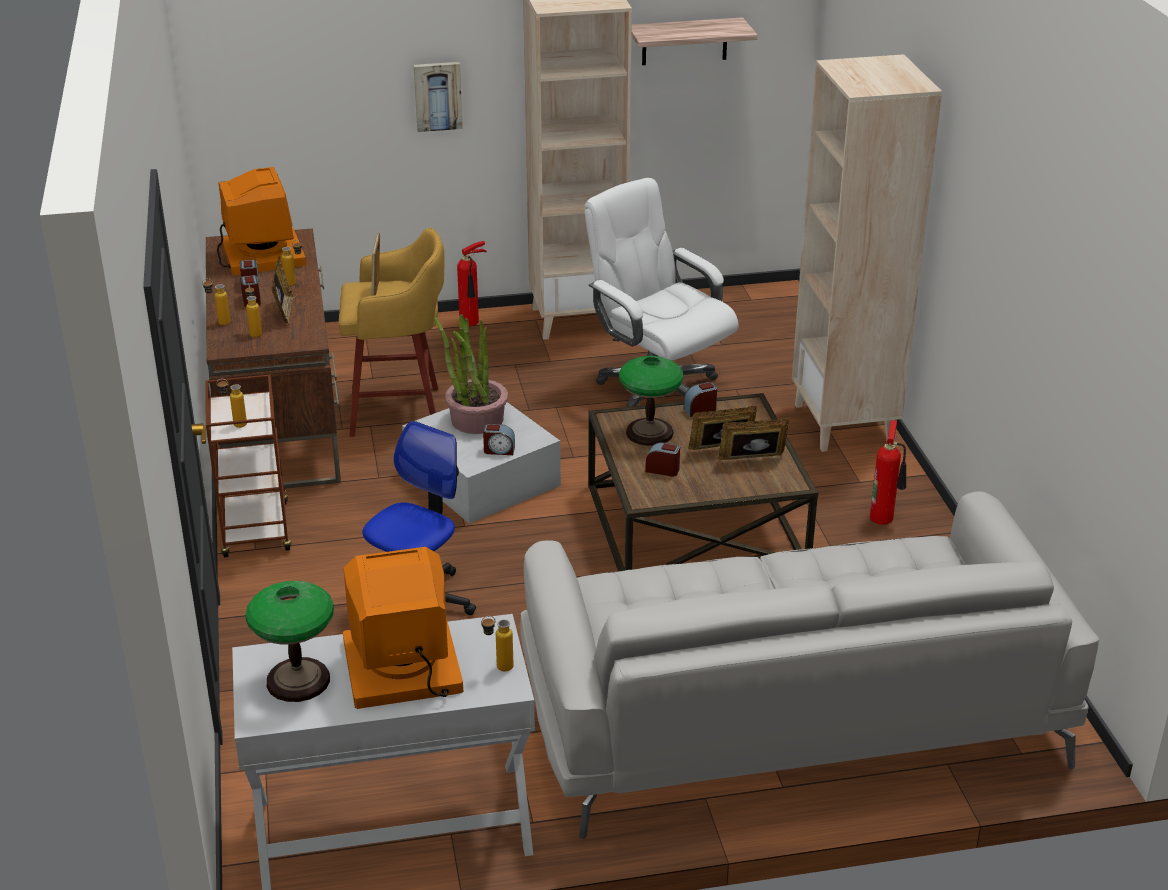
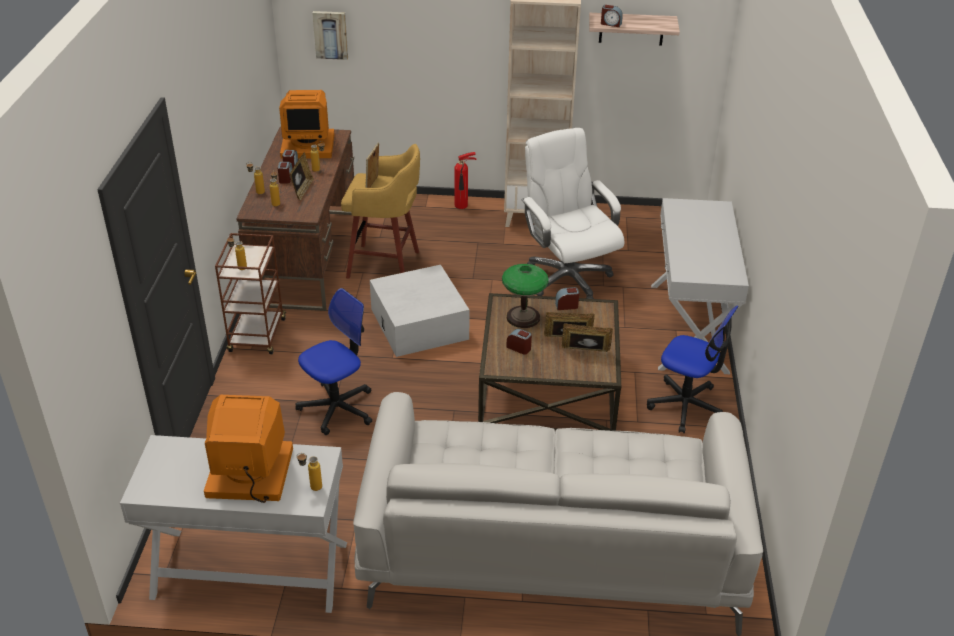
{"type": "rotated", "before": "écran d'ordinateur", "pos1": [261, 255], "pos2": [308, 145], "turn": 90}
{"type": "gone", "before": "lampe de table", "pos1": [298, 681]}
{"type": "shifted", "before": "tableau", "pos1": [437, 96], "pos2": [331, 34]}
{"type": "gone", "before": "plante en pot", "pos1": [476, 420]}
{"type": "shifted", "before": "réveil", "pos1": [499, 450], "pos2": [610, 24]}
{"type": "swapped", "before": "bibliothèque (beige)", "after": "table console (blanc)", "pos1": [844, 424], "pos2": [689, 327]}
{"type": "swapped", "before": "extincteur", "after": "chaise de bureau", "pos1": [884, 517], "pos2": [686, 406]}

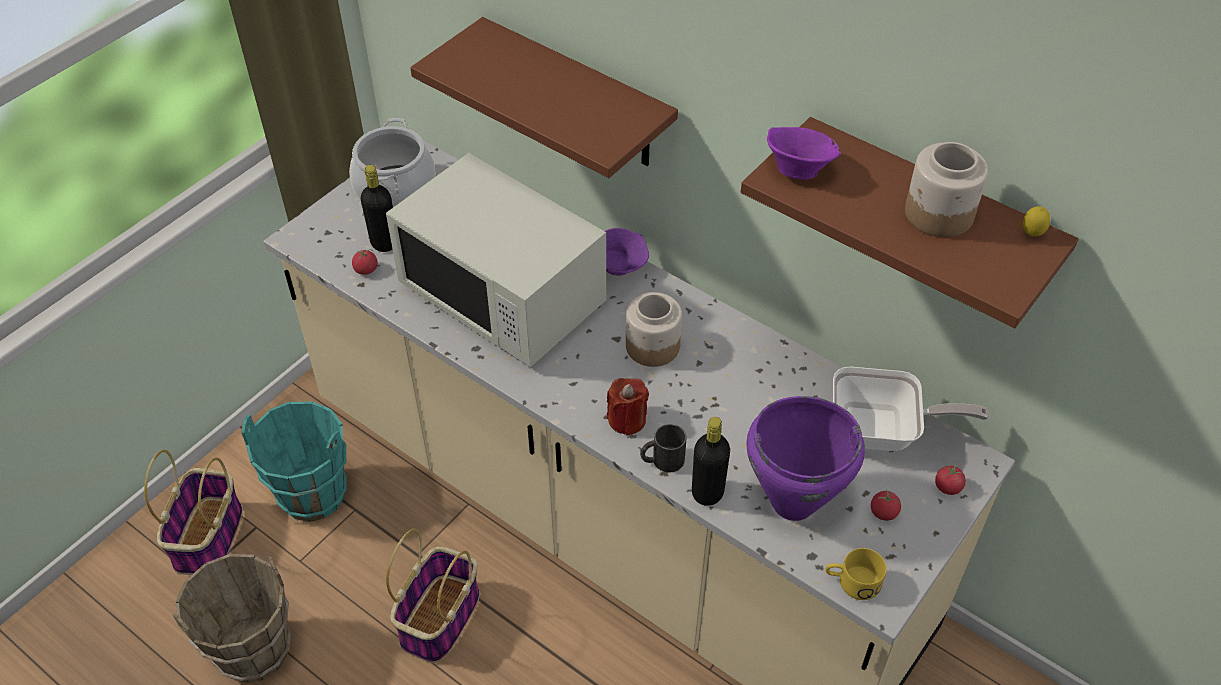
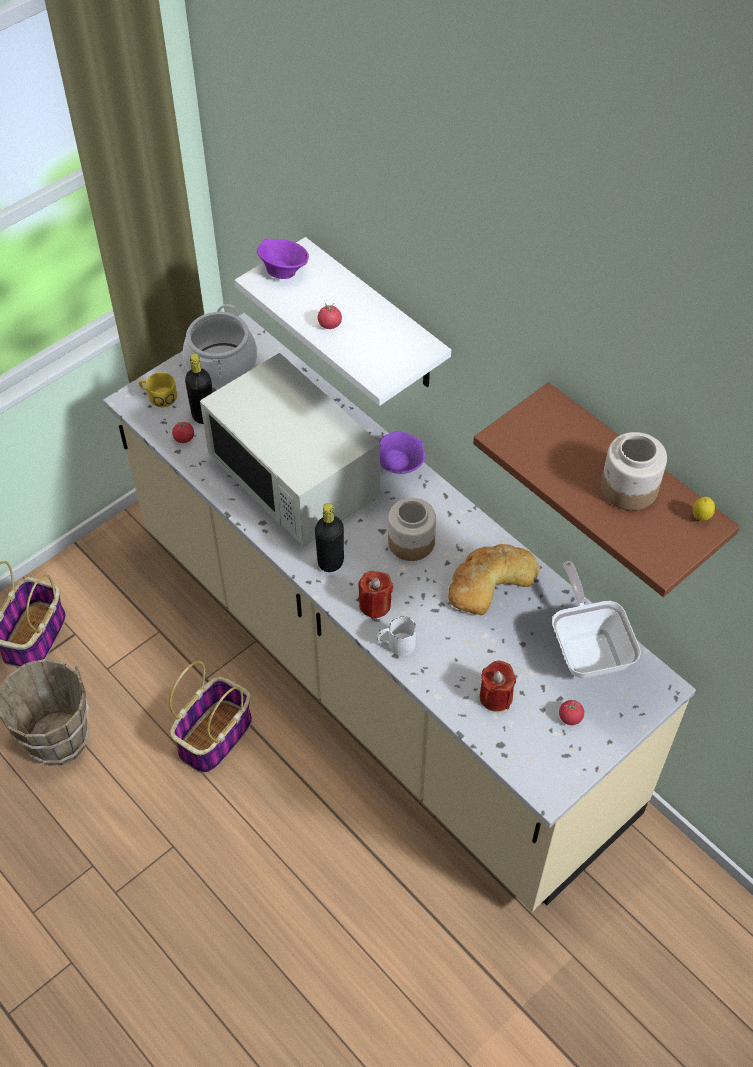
{"type": "gone", "before": "seau (turquoise)", "pos1": [313, 494]}
{"type": "repainted", "before": "étagère (marron)", "after": "étagère (blanc)", "pos1": [577, 95], "pos2": [376, 318]}
{"type": "repainted", "before": "mug (noir)", "after": "mug (blanc)", "pos1": [662, 460], "pos2": [396, 644]}
{"type": "shifted", "before": "bouteille (noir)", "pos1": [707, 492], "pos2": [330, 562]}
{"type": "swapped", "before": "marmite (violet)", "after": "bougie (rouge)", "pos1": [792, 502], "pos2": [496, 697]}
{"type": "shifted", "before": "bol (violet)", "pos1": [797, 170], "pos2": [283, 271]}
{"type": "shifted", "before": "mug (jaune)", "pos1": [852, 582], "pos2": [158, 396]}
{"type": "rotated", "before": "poêle", "pos1": [882, 432], "pos2": [588, 647], "turn": -120}
{"type": "shifted", "before": "tomate", "pos1": [947, 487], "pos2": [330, 324]}
{"type": "new", "after": "pain", "pos2": [489, 581]}

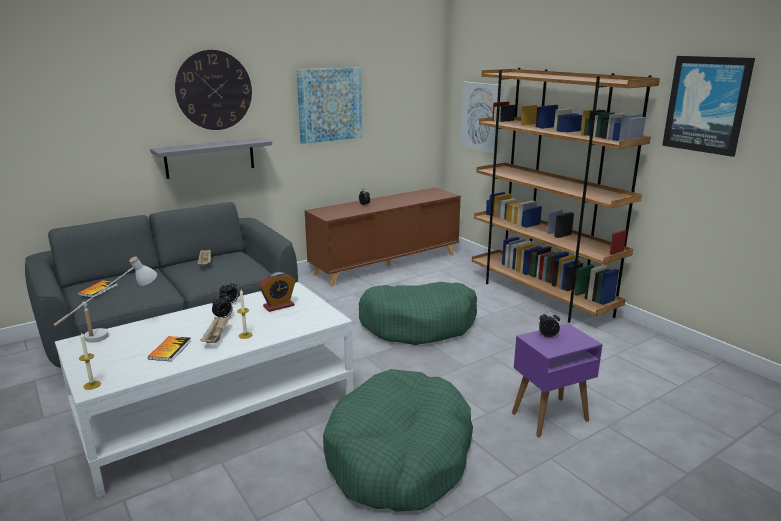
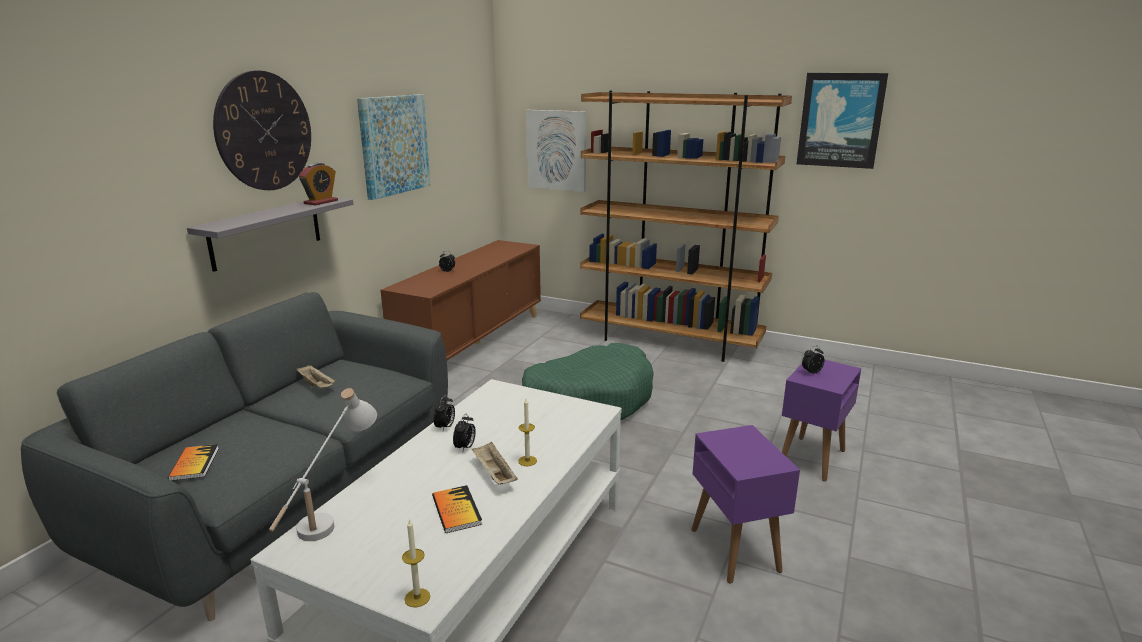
{"type": "shifted", "before": "réveil", "pos1": [278, 306], "pos2": [321, 202]}
{"type": "swapped", "before": "panier pour chien (vert)", "after": "table d'appoint (violet)", "pos1": [399, 456], "pos2": [734, 549]}

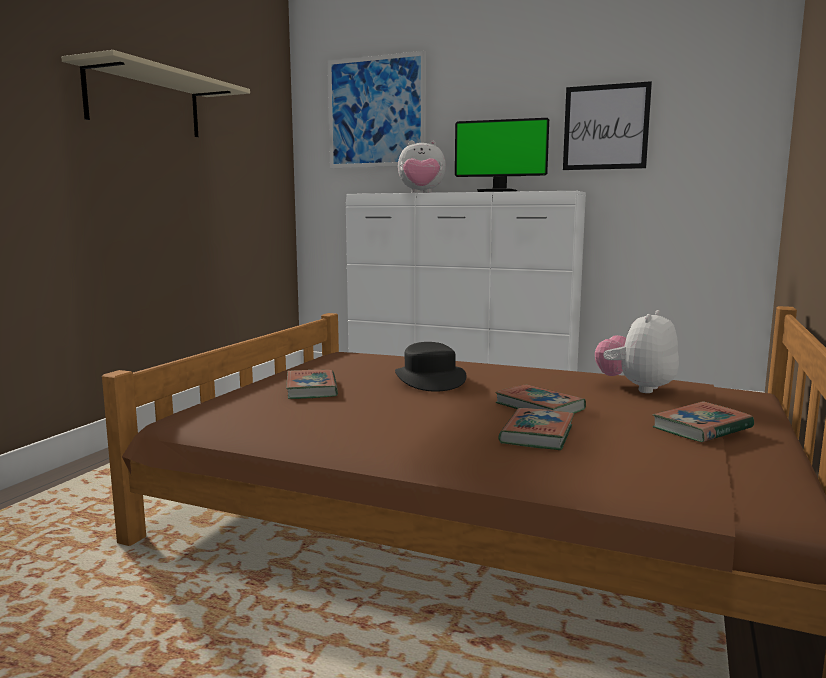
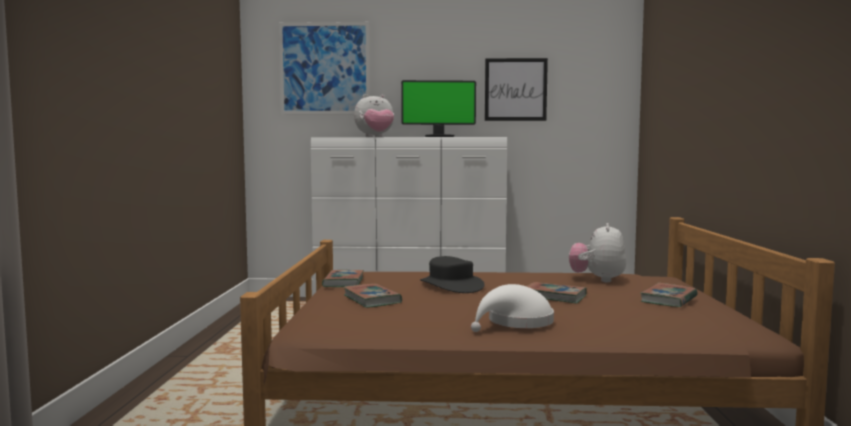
{"type": "gone", "before": "étagère (beige)", "pos1": [144, 103]}
{"type": "shifted", "before": "livre", "pos1": [537, 434], "pos2": [343, 282]}
{"type": "new", "after": "chapeau (blanc)", "pos2": [516, 323]}

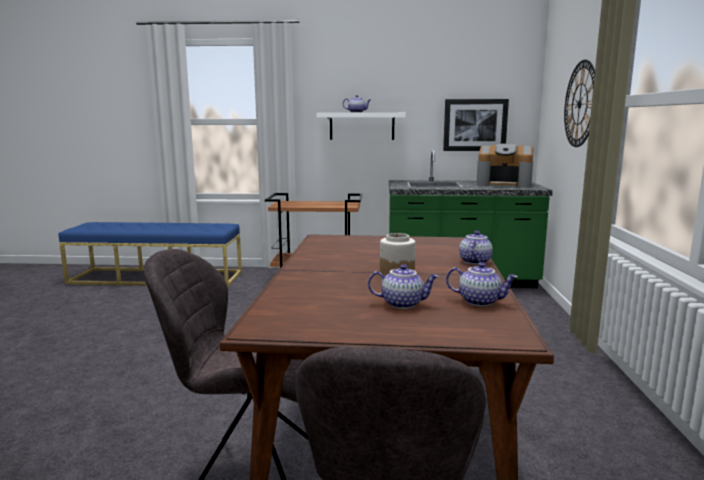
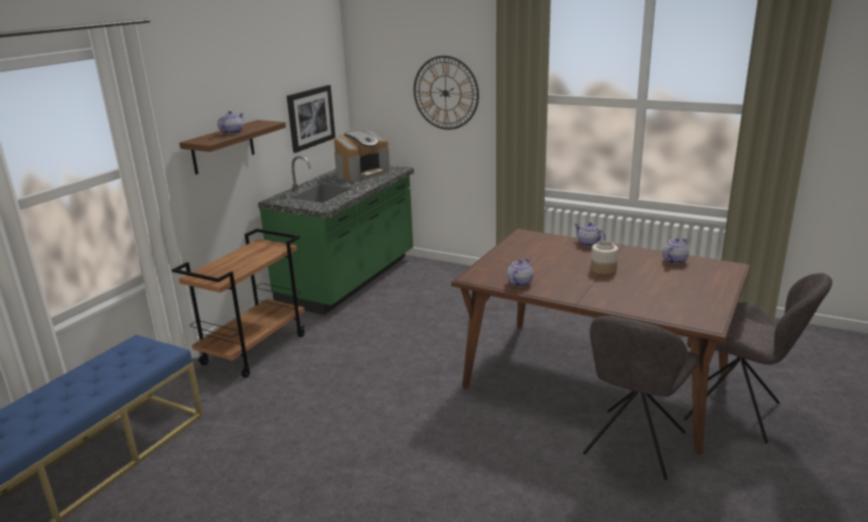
{"type": "repainted", "before": "étagère (blanc)", "after": "étagère (marron)", "pos1": [362, 126], "pos2": [223, 147]}
{"type": "shifted", "before": "théière", "pos1": [402, 303], "pos2": [519, 283]}

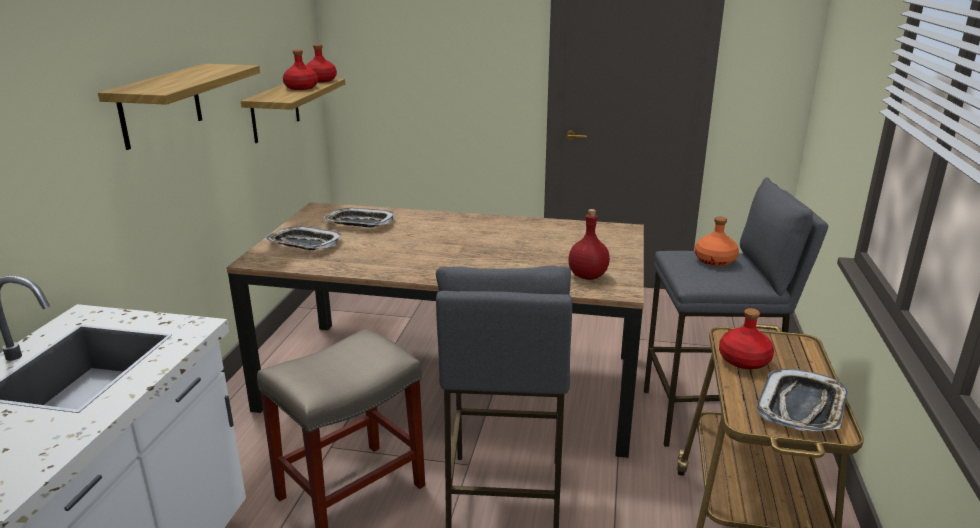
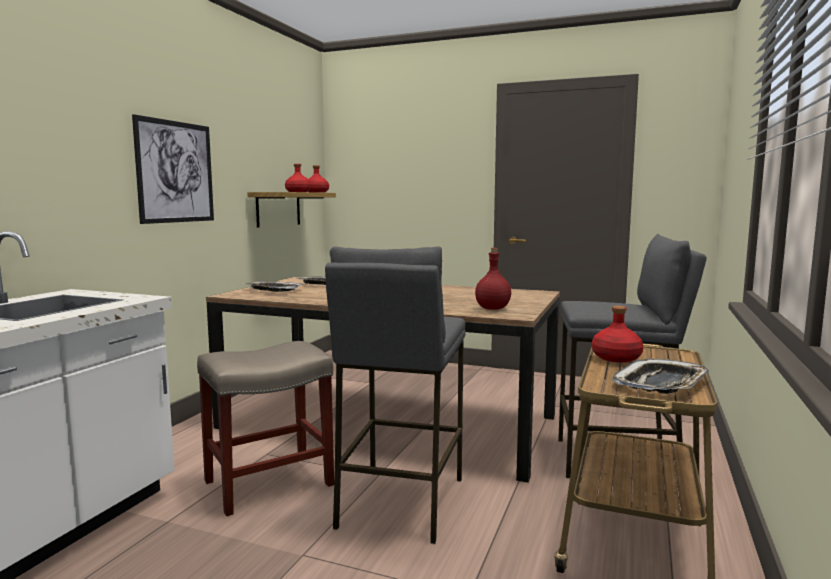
{"type": "swapped", "before": "étagère", "after": "tableau", "pos1": [161, 105], "pos2": [175, 172]}
{"type": "gone", "before": "bouteille (orange)", "pos1": [715, 261]}

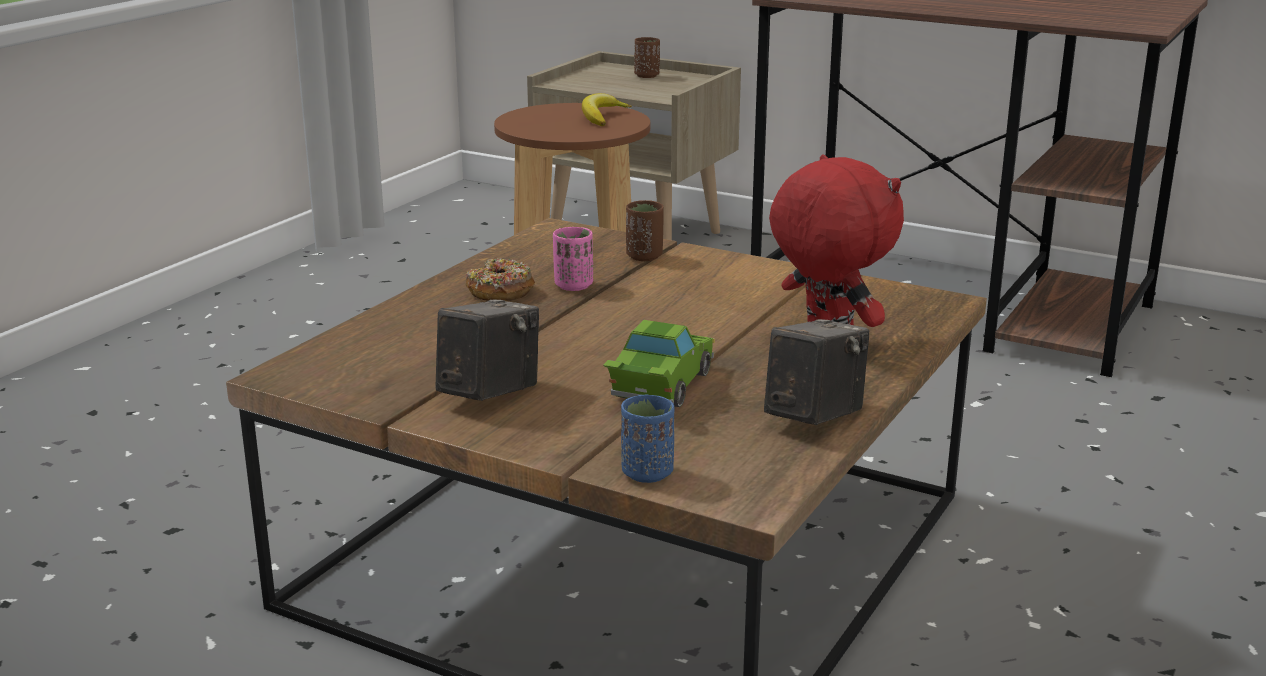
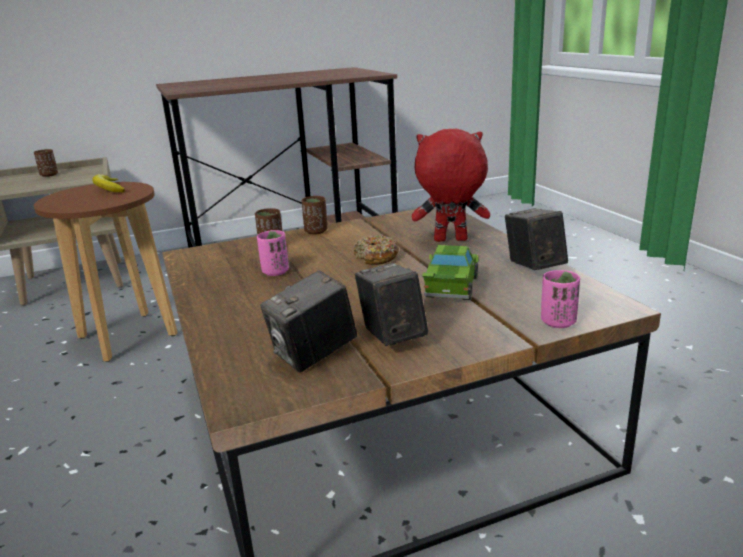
{"type": "shifted", "before": "beignet", "pos1": [500, 291], "pos2": [376, 257]}
{"type": "rotated", "before": "petite voiture (vert)", "pos1": [660, 388], "pos2": [451, 289], "turn": 45}
{"type": "repainted", "before": "tasse (bleu)", "after": "tasse (rose)", "pos1": [647, 473], "pos2": [558, 322]}
{"type": "new", "after": "appareil photo", "pos2": [313, 355]}
{"type": "new", "after": "tasse (marron)", "pos2": [316, 231]}

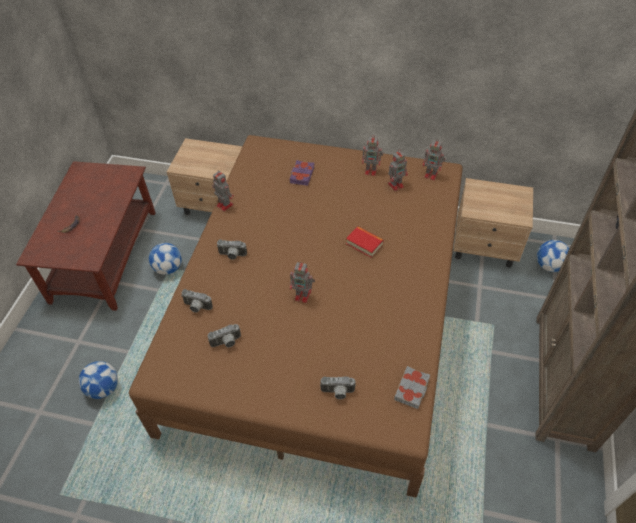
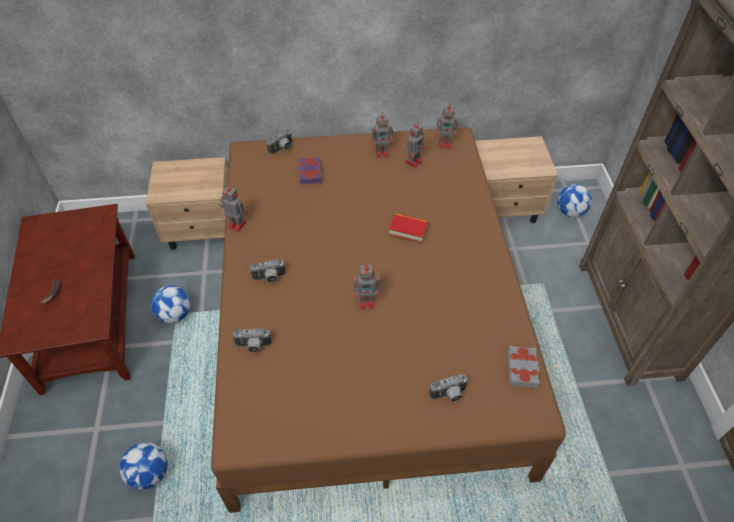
{"type": "shifted", "before": "appareil photo", "pos1": [226, 343], "pos2": [282, 149]}

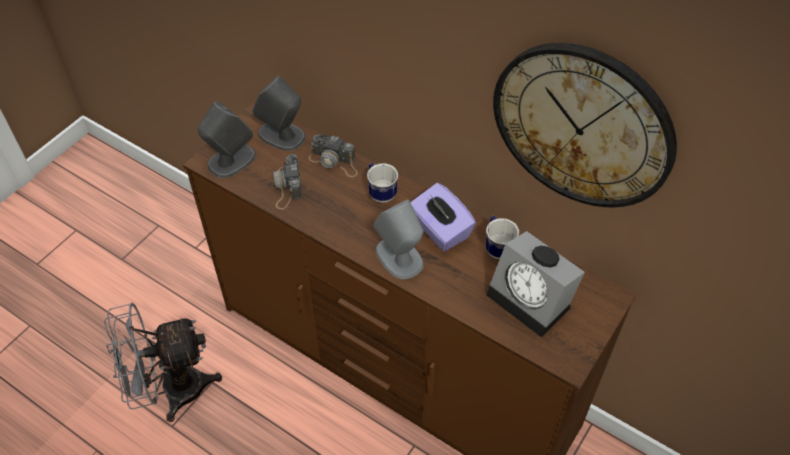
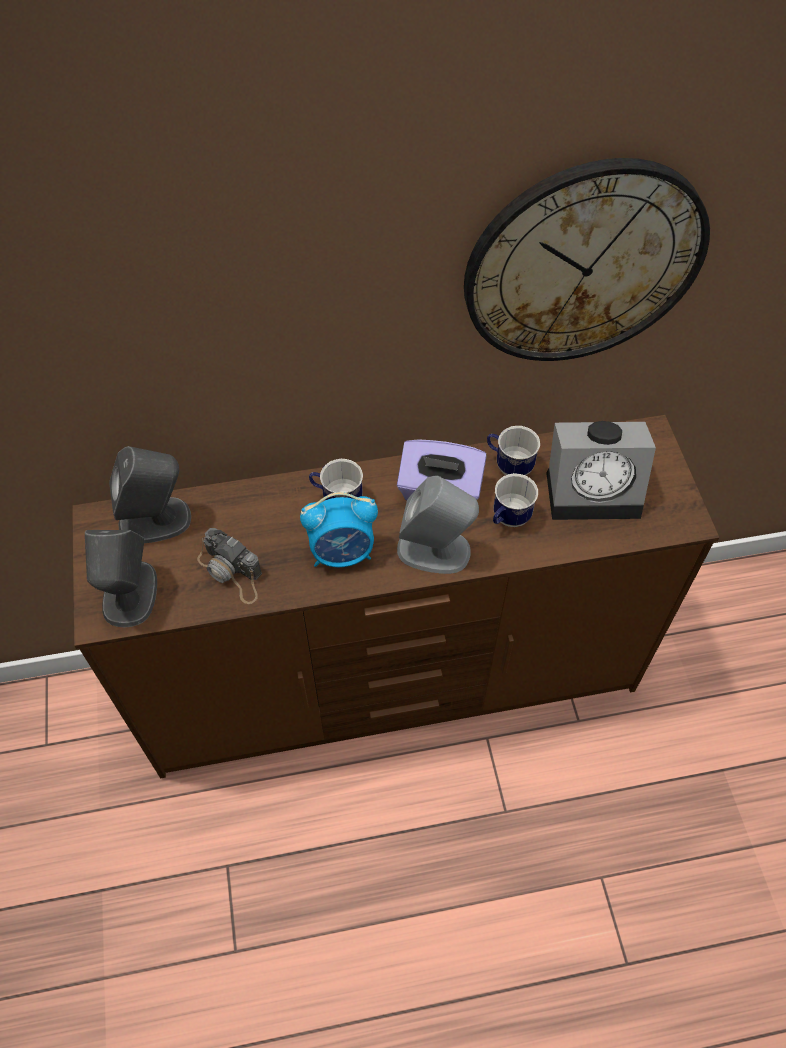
{"type": "gone", "before": "ventilateur (gris)", "pos1": [171, 391]}
{"type": "gone", "before": "appareil photo", "pos1": [335, 162]}
{"type": "new", "after": "réveil", "pos2": [342, 553]}
{"type": "new", "after": "mug", "pos2": [508, 519]}

